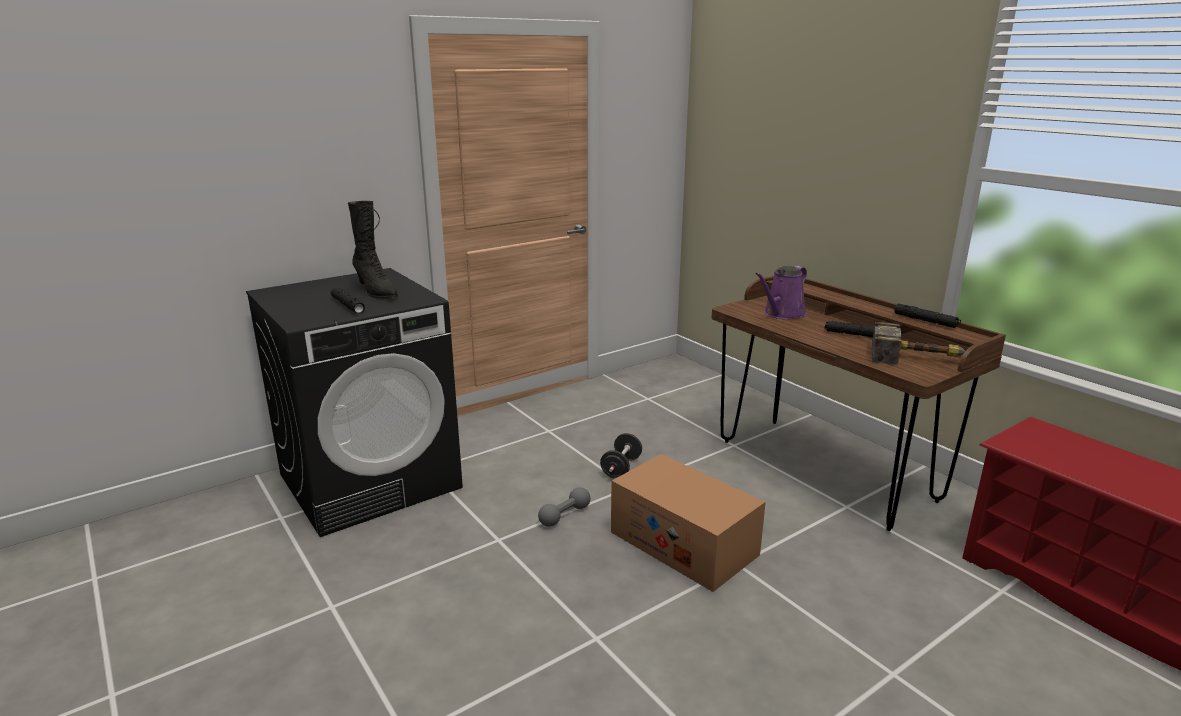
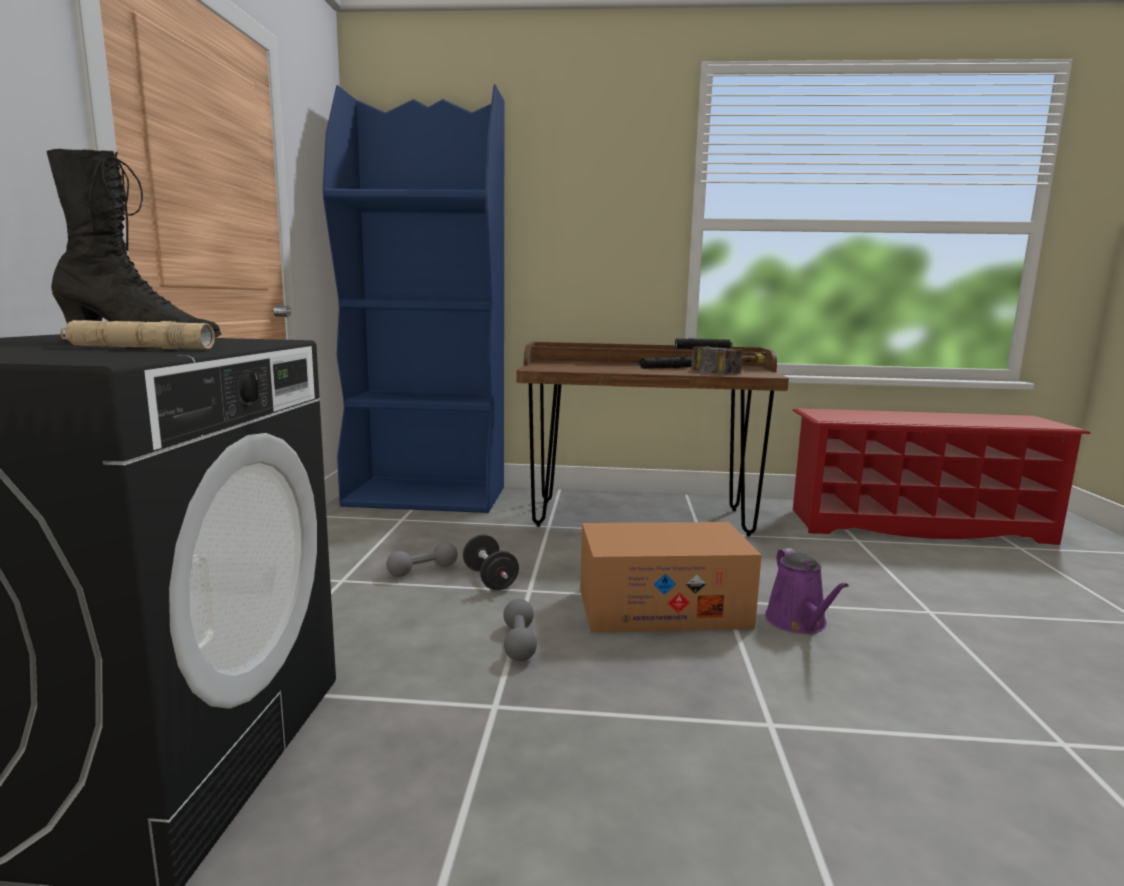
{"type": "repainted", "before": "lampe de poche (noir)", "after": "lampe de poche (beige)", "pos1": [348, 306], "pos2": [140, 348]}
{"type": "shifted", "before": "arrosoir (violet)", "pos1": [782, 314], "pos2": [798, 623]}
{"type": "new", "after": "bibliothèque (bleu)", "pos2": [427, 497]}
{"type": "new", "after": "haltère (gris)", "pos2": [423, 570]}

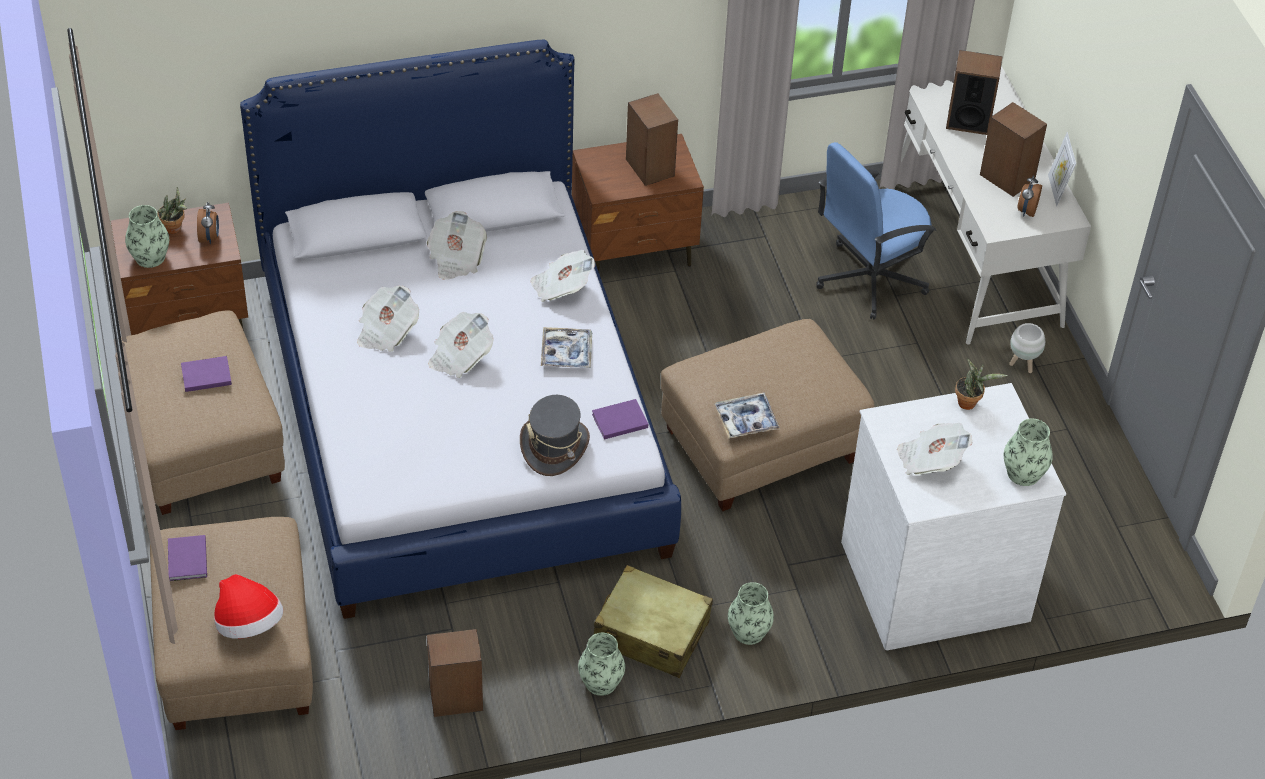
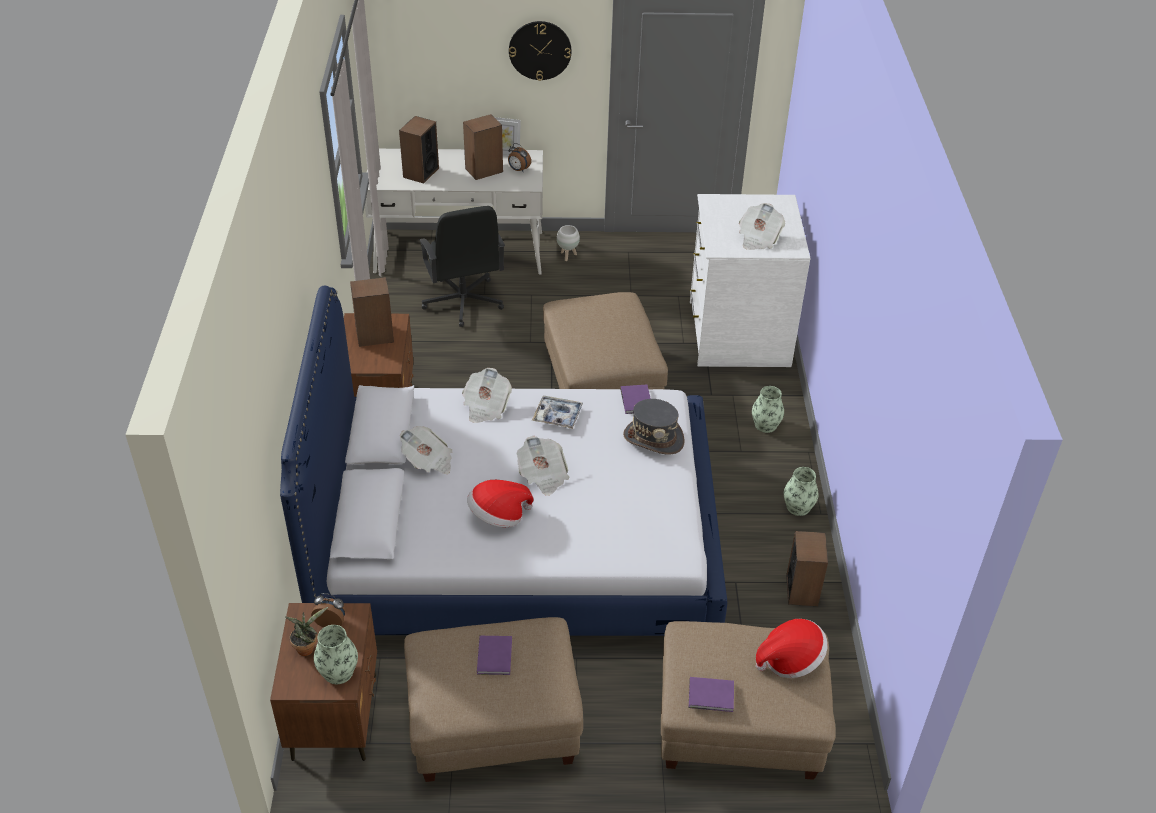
{"type": "swapped", "before": "journal", "after": "chapeau", "pos1": [386, 331], "pos2": [498, 516]}
{"type": "gone", "before": "valise (beige)", "pos1": [651, 633]}
{"type": "gone", "before": "plateau", "pos1": [746, 420]}
{"type": "repainted", "before": "chaise de bureau (bleu)", "after": "chaise de bureau (noir)", "pos1": [869, 278], "pos2": [463, 302]}
{"type": "gone", "before": "plante en pot", "pos1": [969, 403]}
{"type": "gone", "before": "vase", "pos1": [1023, 473]}
{"type": "new", "after": "horloge murale", "pos2": [540, 50]}

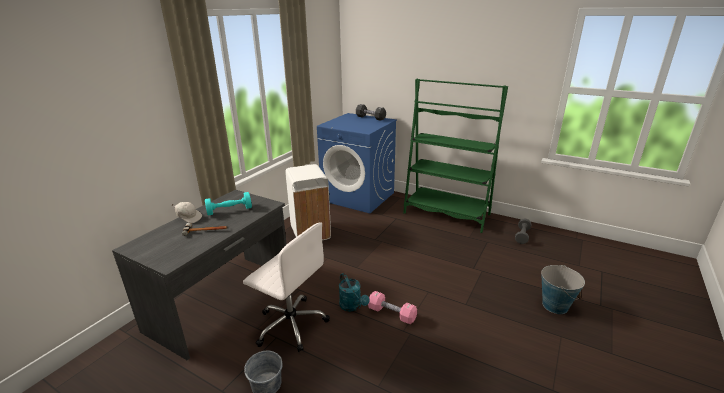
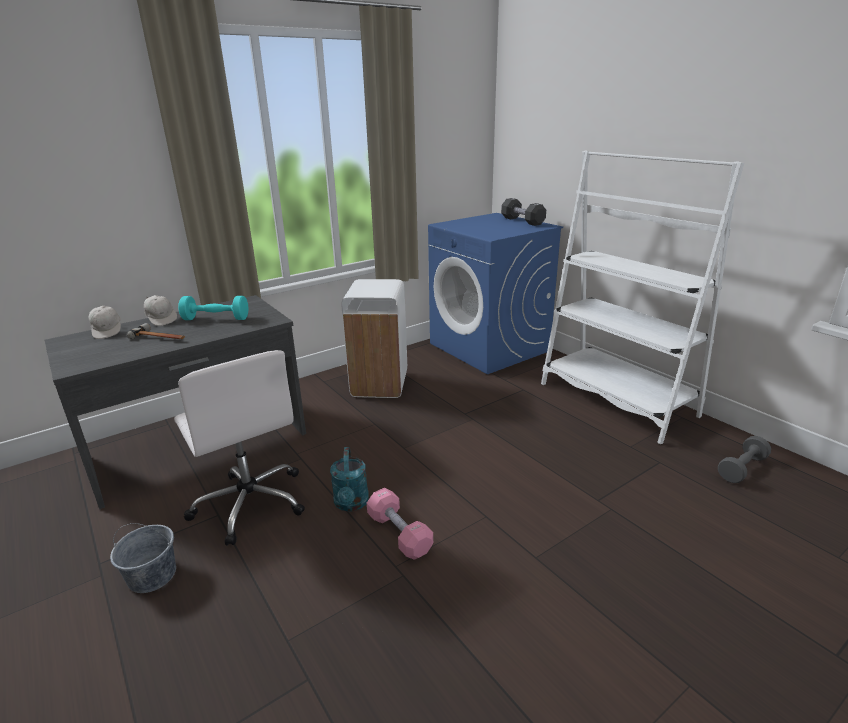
{"type": "repainted", "before": "bibliothèque (vert)", "after": "bibliothèque (blanc)", "pos1": [446, 214], "pos2": [616, 400]}
{"type": "gone", "before": "seau", "pos1": [555, 305]}
{"type": "new", "after": "casquette (blanc)", "pos2": [108, 331]}

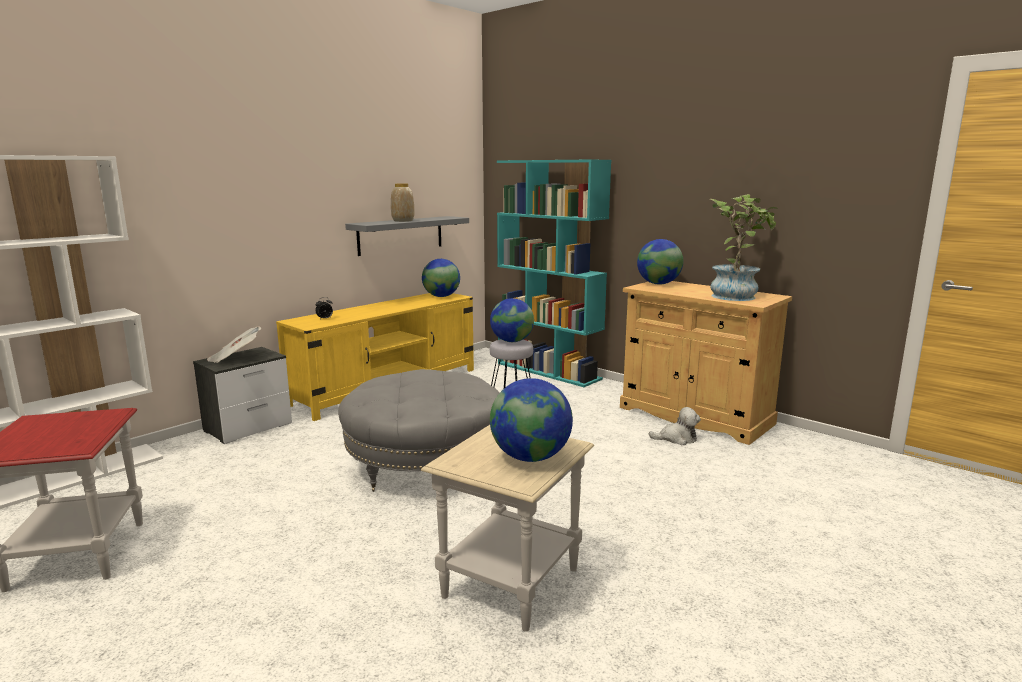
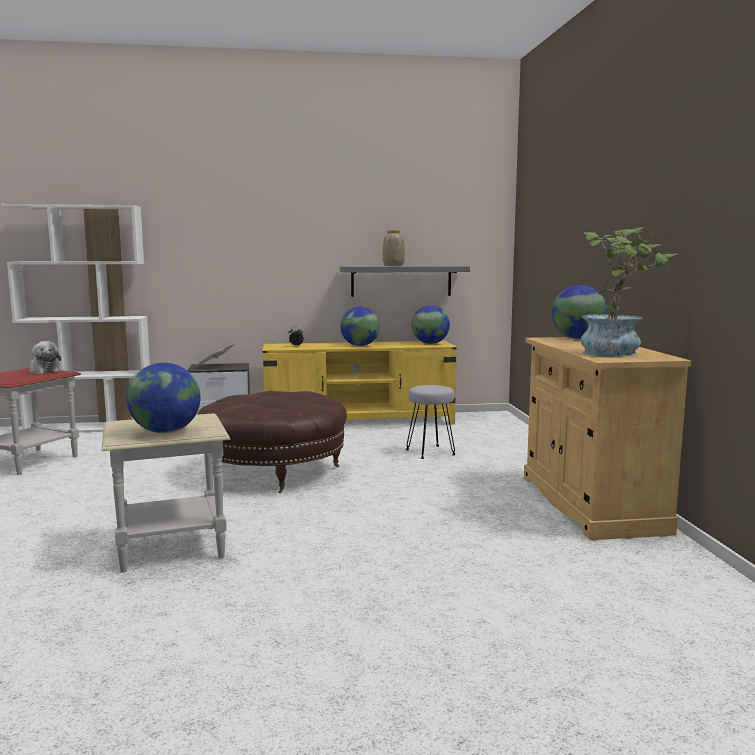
{"type": "repainted", "before": "pouf (gris)", "after": "pouf (marron)", "pos1": [425, 464], "pos2": [274, 472]}
{"type": "shifted", "before": "globe", "pos1": [512, 341], "pos2": [360, 345]}
{"type": "gone", "before": "bibliothèque (turquoise)", "pos1": [549, 371]}
{"type": "shifted", "before": "peluche", "pos1": [676, 439], "pos2": [43, 371]}

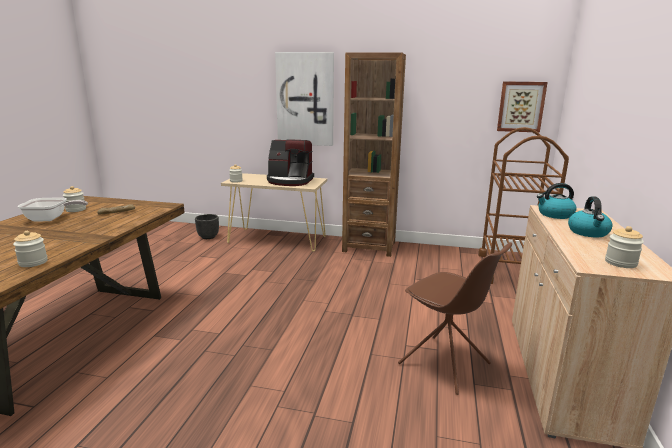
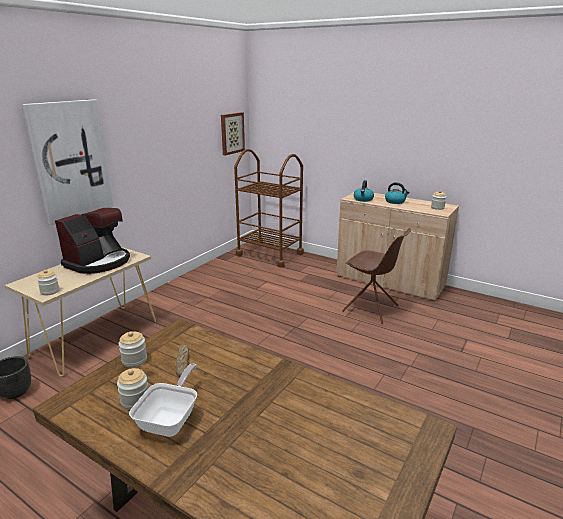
{"type": "shifted", "before": "bocal", "pos1": [33, 262], "pos2": [134, 360]}
{"type": "gone", "before": "bibliothèque (marron)", "pos1": [369, 246]}
{"type": "rotated", "before": "chaise (marron)", "pos1": [445, 364], "pos2": [371, 309], "turn": 60}

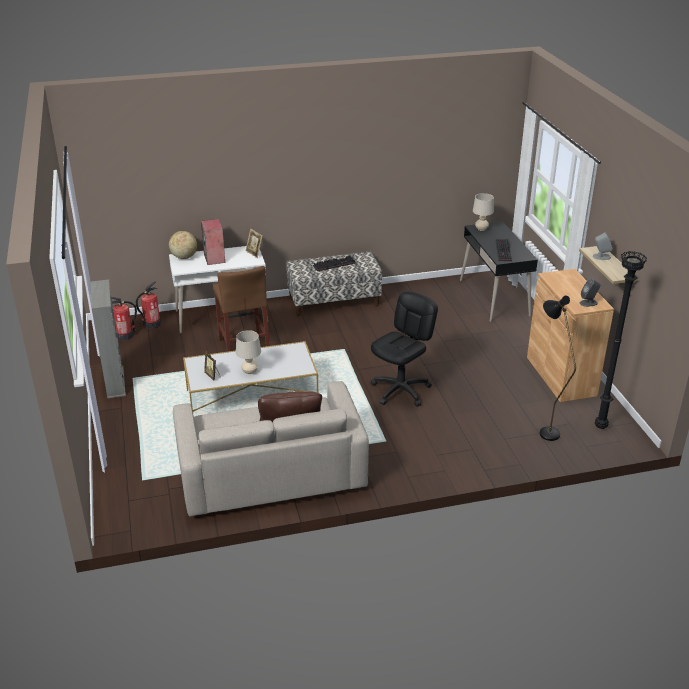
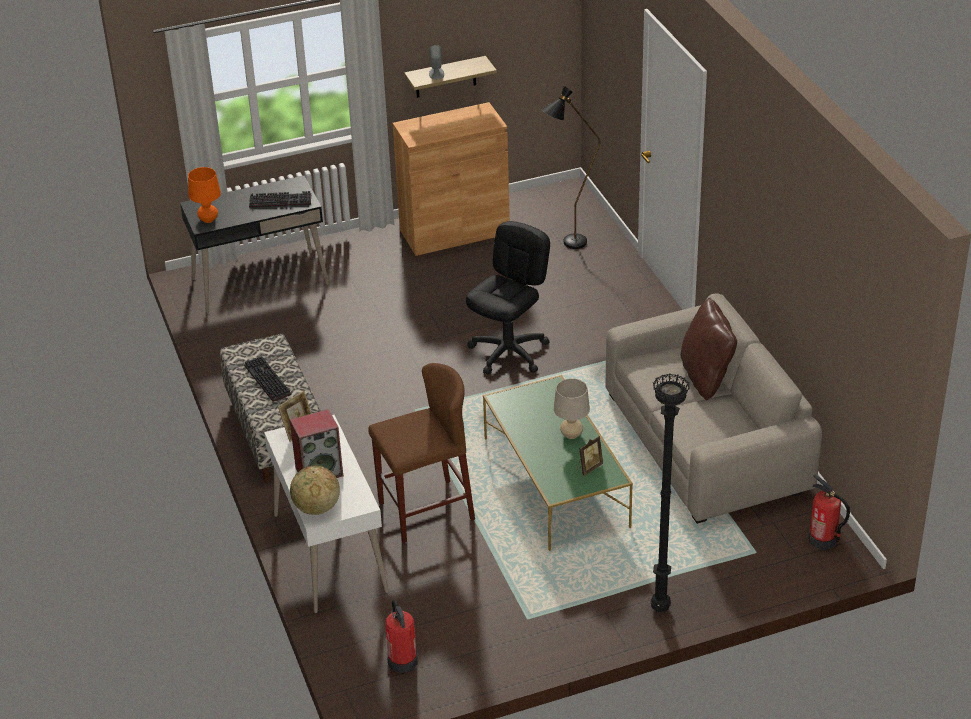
{"type": "gone", "before": "bibliothèque (gris)", "pos1": [115, 382]}
{"type": "shifted", "before": "extincteur", "pos1": [152, 324], "pos2": [823, 540]}
{"type": "repainted", "before": "table basse (blanc)", "after": "table basse (vert)", "pos1": [251, 399], "pos2": [556, 483]}
{"type": "rotated", "before": "chaise de bureau (noir)", "pos1": [401, 390], "pos2": [509, 352], "turn": 90}
{"type": "repainted", "before": "lampe de table (beige)", "after": "lampe de table (orange)", "pos1": [481, 229], "pos2": [208, 220]}
{"type": "gone", "before": "enceinte (gris)", "pos1": [588, 303]}
{"type": "shifted", "before": "lampadaire (noir)", "pos1": [601, 428], "pos2": [661, 608]}

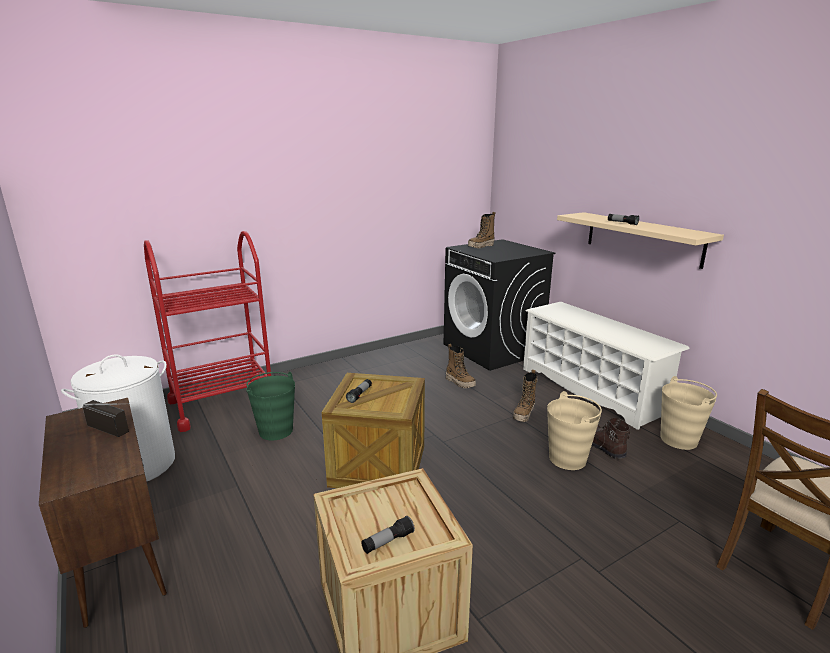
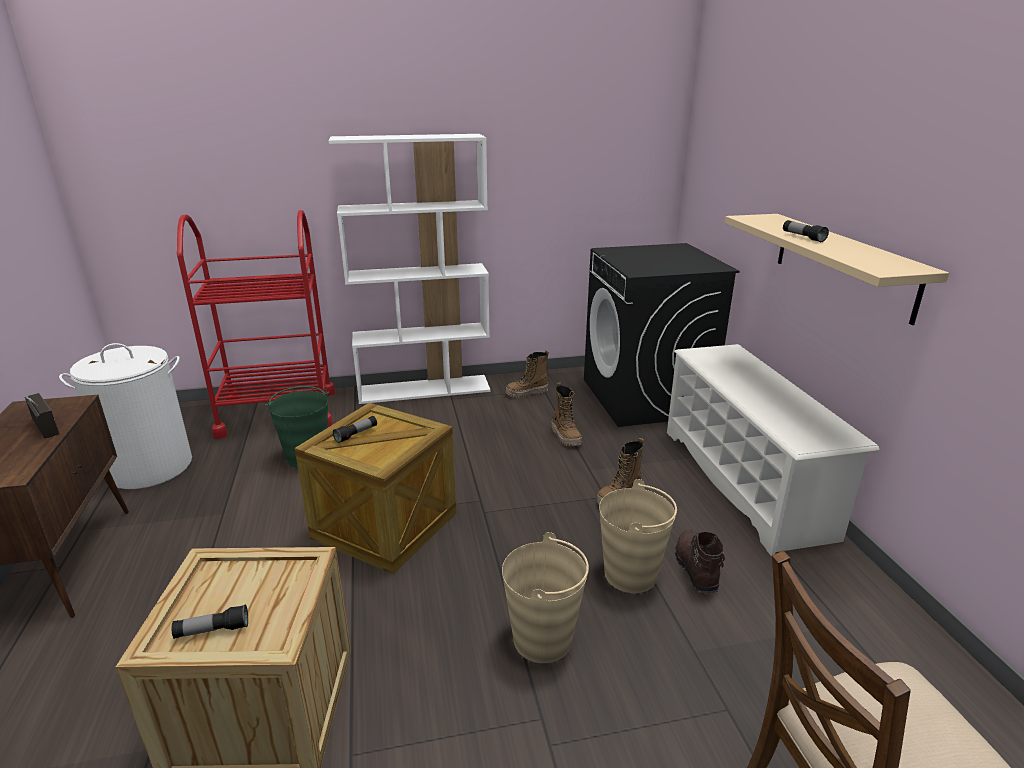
{"type": "shifted", "before": "botte", "pos1": [481, 246], "pos2": [526, 393]}
{"type": "shifted", "before": "seau (beige)", "pos1": [679, 440], "pos2": [543, 640]}
{"type": "new", "after": "bibliothèque (blanc)", "pos2": [425, 389]}

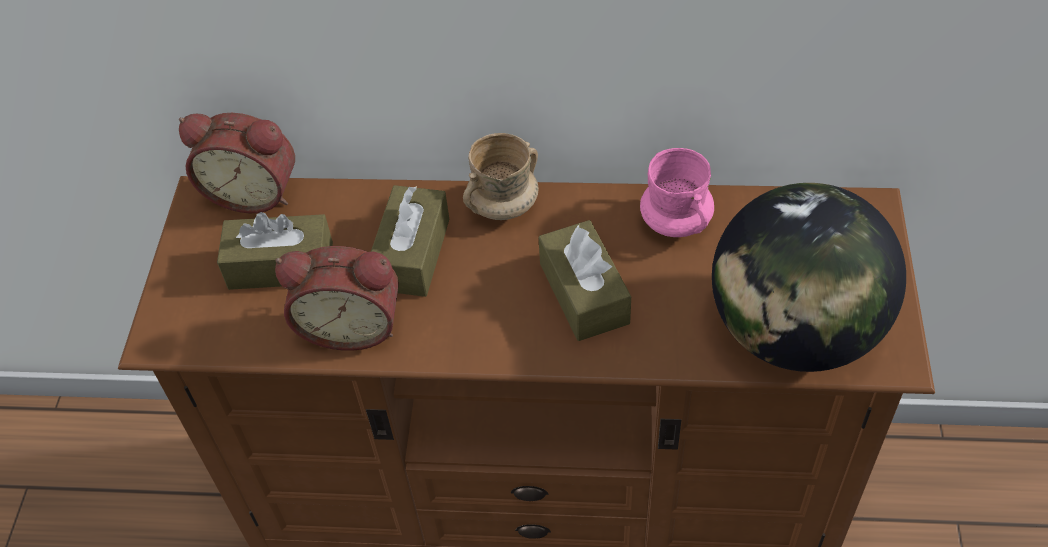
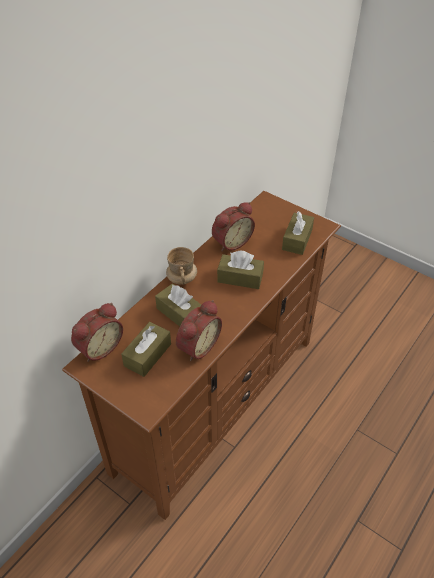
{"type": "swapped", "before": "mug (rose)", "after": "réveil", "pos1": [676, 222], "pos2": [231, 242]}
{"type": "swapped", "before": "globe", "after": "boîte à mouchoirs (marron)", "pos1": [794, 330], "pos2": [297, 239]}

